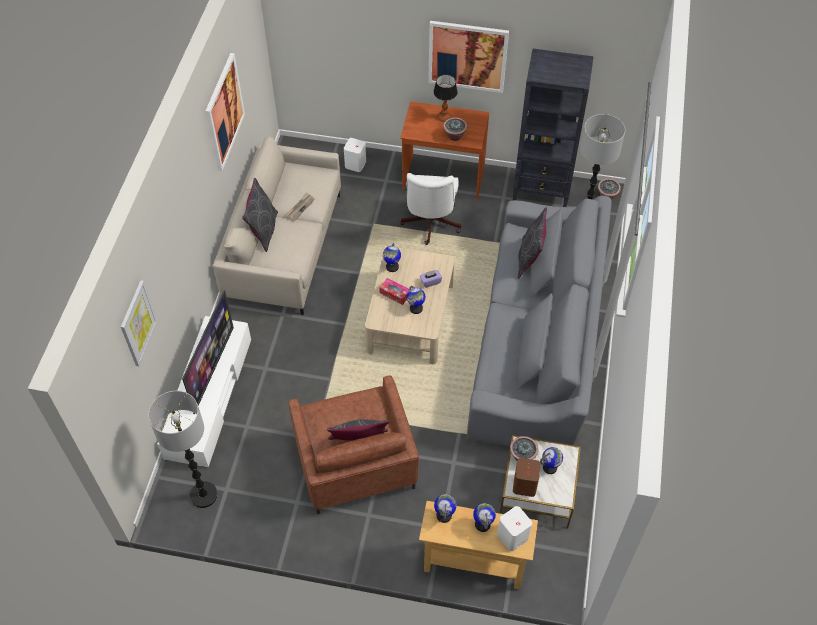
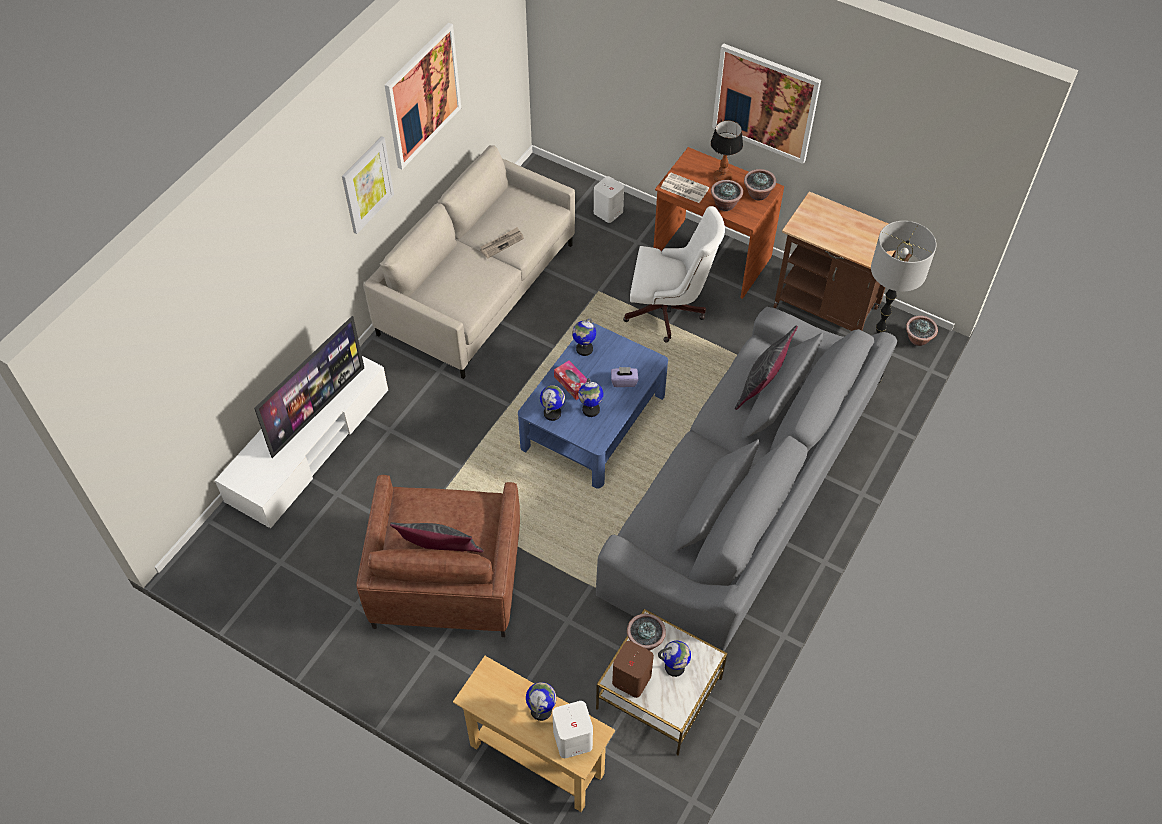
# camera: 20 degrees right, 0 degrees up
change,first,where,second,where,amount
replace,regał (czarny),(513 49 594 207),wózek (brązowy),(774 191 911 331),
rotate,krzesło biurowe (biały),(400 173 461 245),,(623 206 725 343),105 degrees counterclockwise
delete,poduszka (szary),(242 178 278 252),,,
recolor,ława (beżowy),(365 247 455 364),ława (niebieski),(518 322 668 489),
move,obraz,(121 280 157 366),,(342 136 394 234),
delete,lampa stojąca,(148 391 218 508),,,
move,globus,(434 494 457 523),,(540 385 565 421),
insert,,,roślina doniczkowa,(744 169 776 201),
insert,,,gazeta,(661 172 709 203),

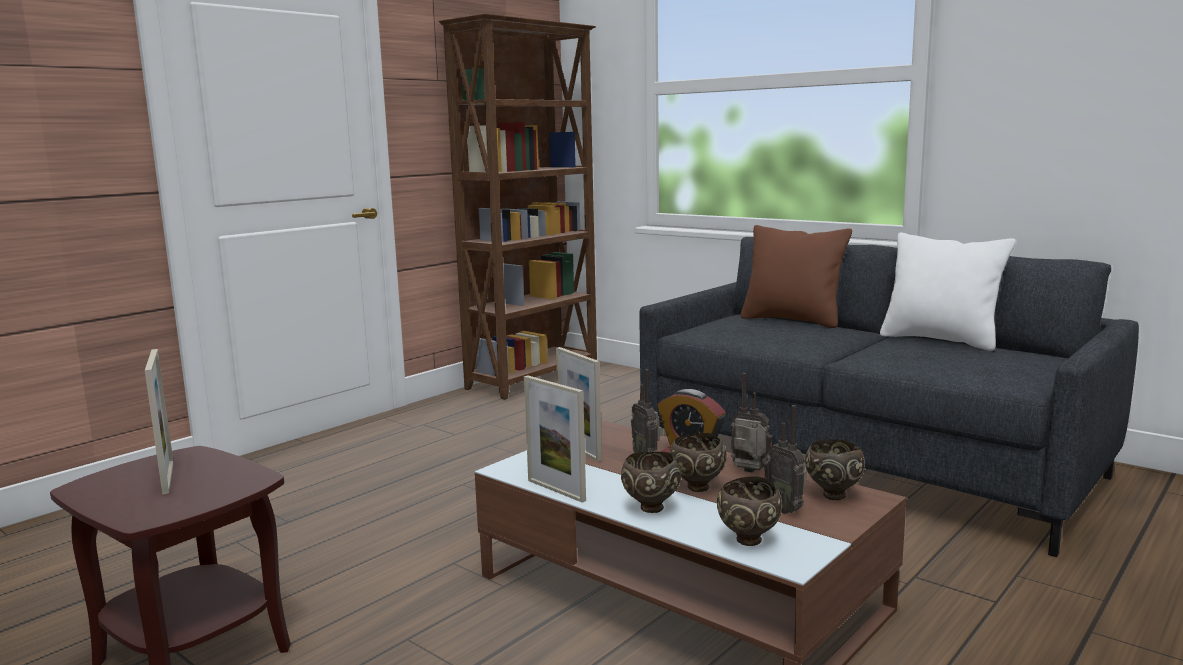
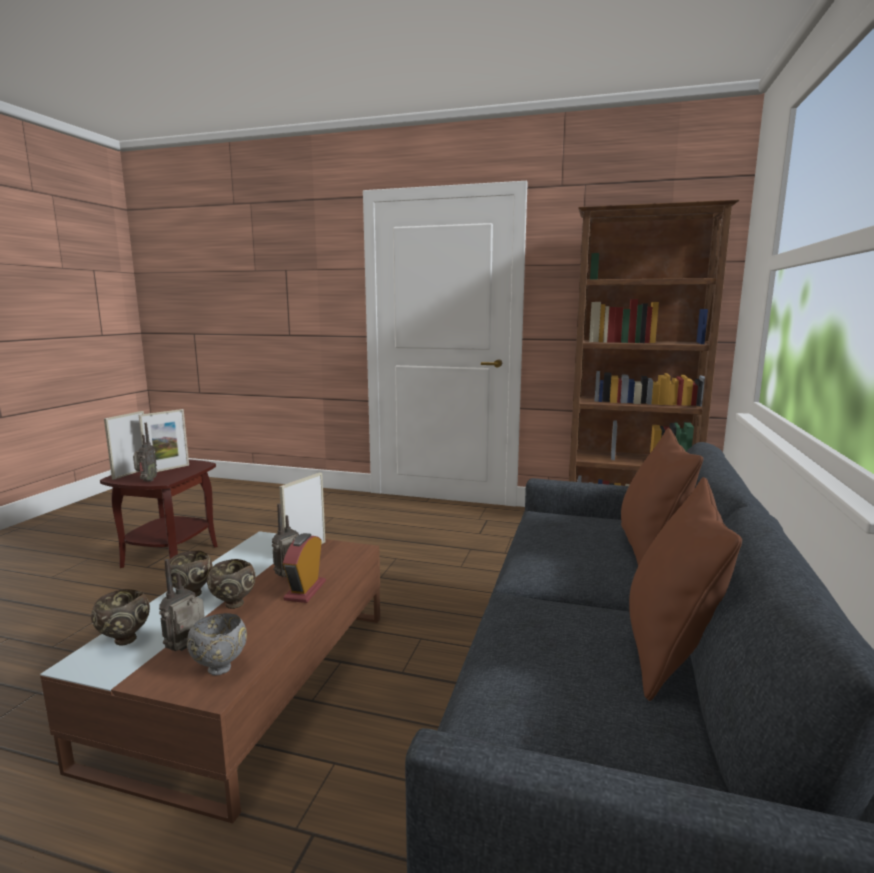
# camera: 65 degrees right, 0 degrees up
change,first,where,second,where,amount
recolor,poduszka (biały),(880 233 1016 351),poduszka (brązowy),(629 477 742 701),
move,radio,(731 373 774 472),,(133 423 157 482),
move,ramka na zdjęcie,(524 375 586 503),,(104 411 144 480),
recolor,miska (brązowy),(805 439 865 500),miska (szary),(187 613 247 676),

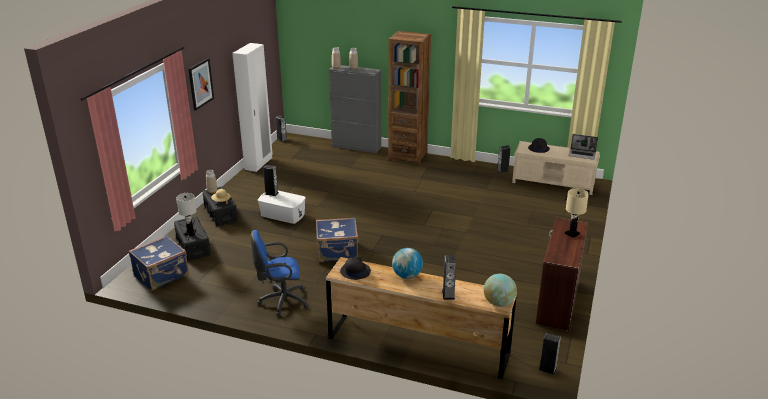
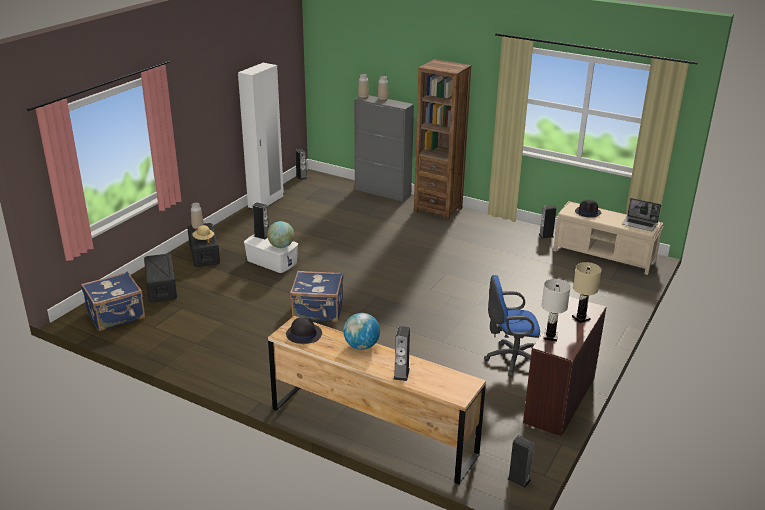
# camera: 10 degrees right, 0 degrees up
change,first,where,second,where,amount
delete,obraz,(188 58 214 111),,,
move,lampa stołowa (biały),(176 193 197 236),,(541 279 571 341),
move,krzesło biurowe (niebieski),(250 230 309 316),,(484 275 540 377),
move,globus,(484 274 517 307),,(267 221 294 248),

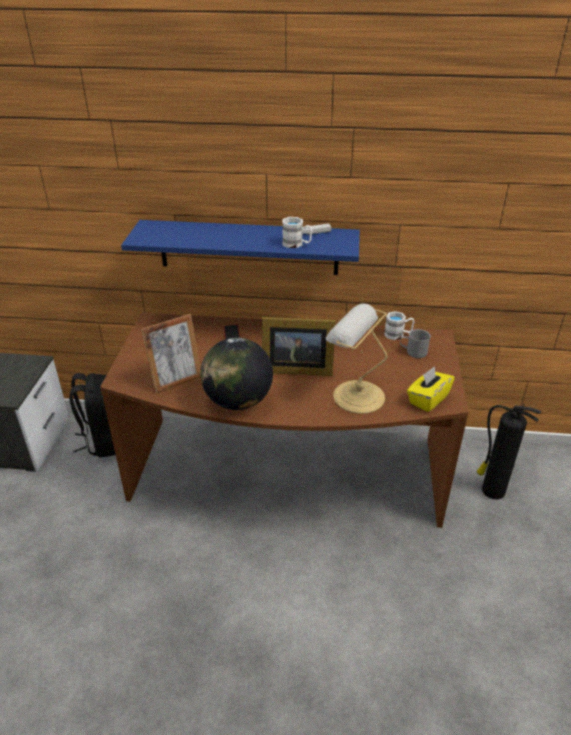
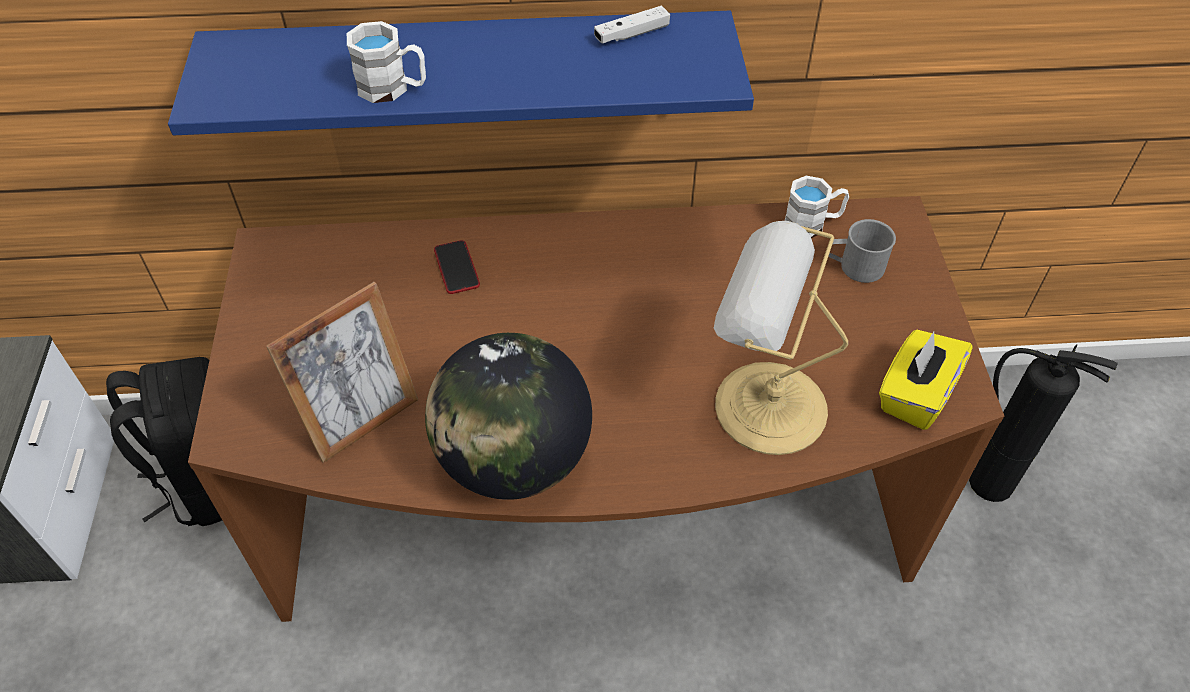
# camera: 10 degrees left, 15 degrees up
change,first,where,second,where,amount
move,kubek (biały),(282 217 312 248),,(347 21 426 103),
delete,ramka na zdjęcie,(262 317 336 376),,,

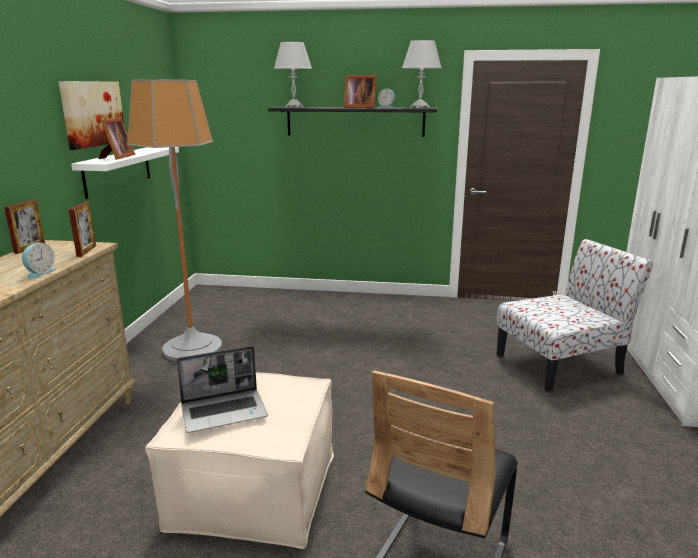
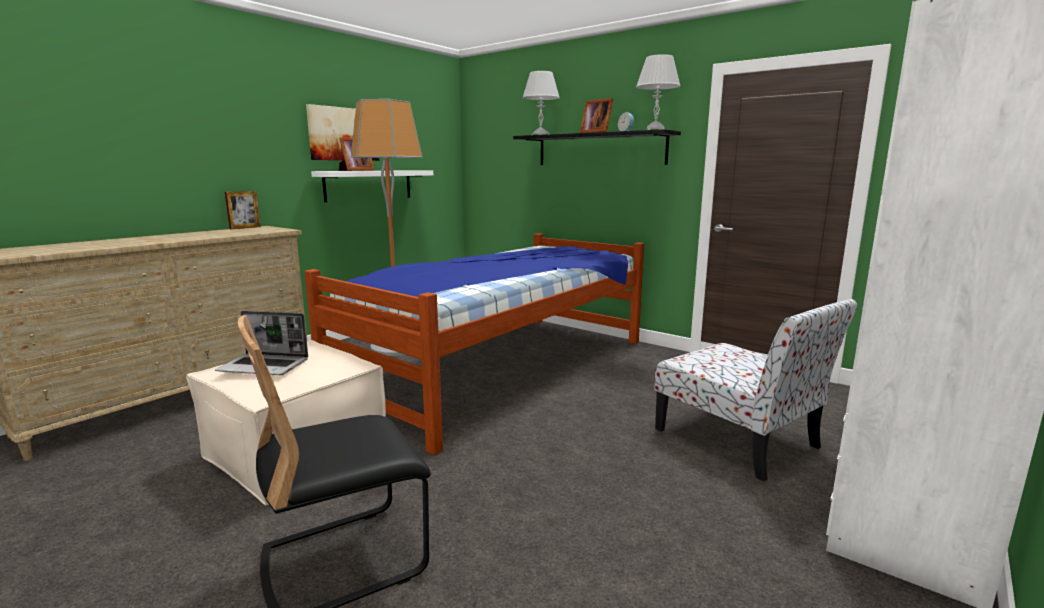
# camera: 30 degrees right, 5 degrees down
change,first,where,second,where,amount
delete,ramka na zdjęcie,(69 202 96 257),,,
rotate,krzesło,(497 239 653 392),,(655 299 857 481),45 degrees clockwise
delete,budzik,(22 243 57 279),,,
insert,,,łóżko,(304 233 644 455),

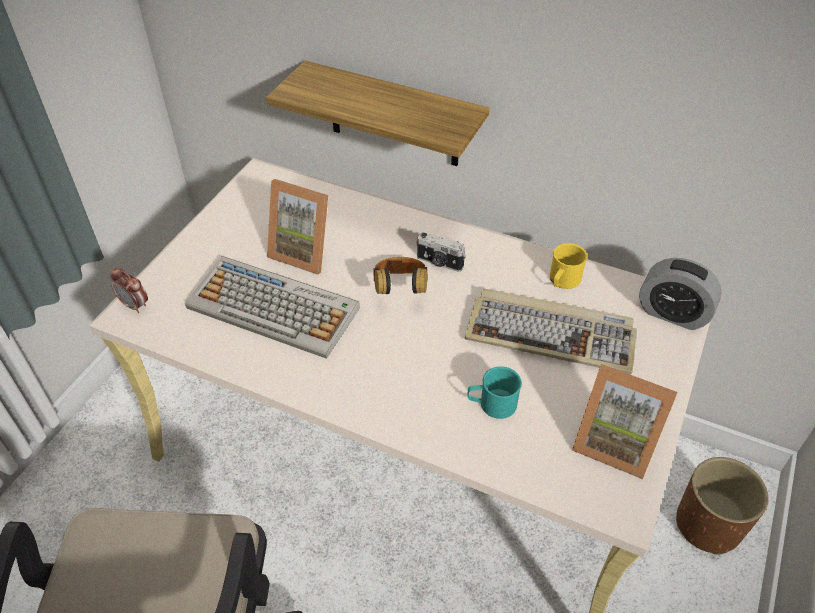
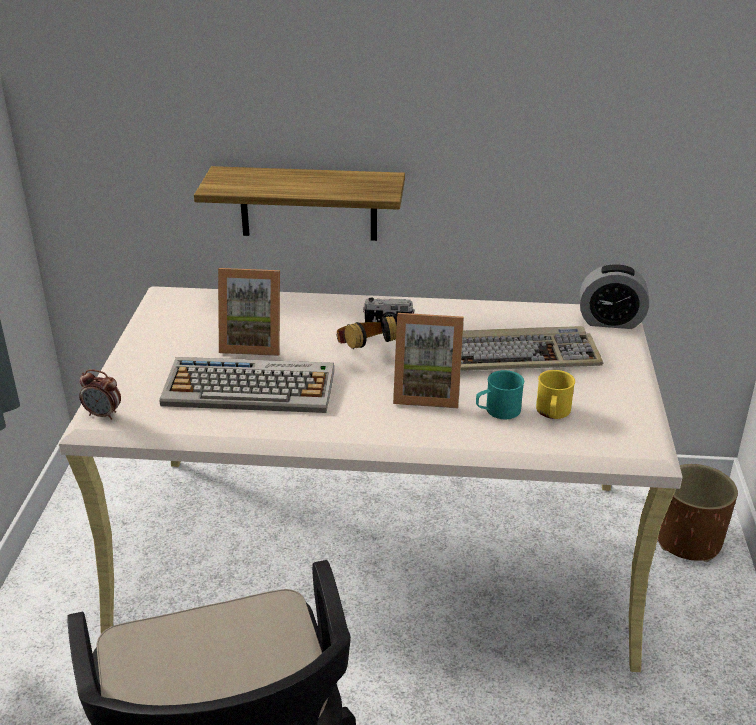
# camera: 20 degrees left, 15 degrees down
change,first,where,second,where,amount
move,kubek (żółty),(550 243 587 289),,(536 370 575 419),
move,ramka na zdjęcie,(572 364 677 479),,(393 313 464 408),

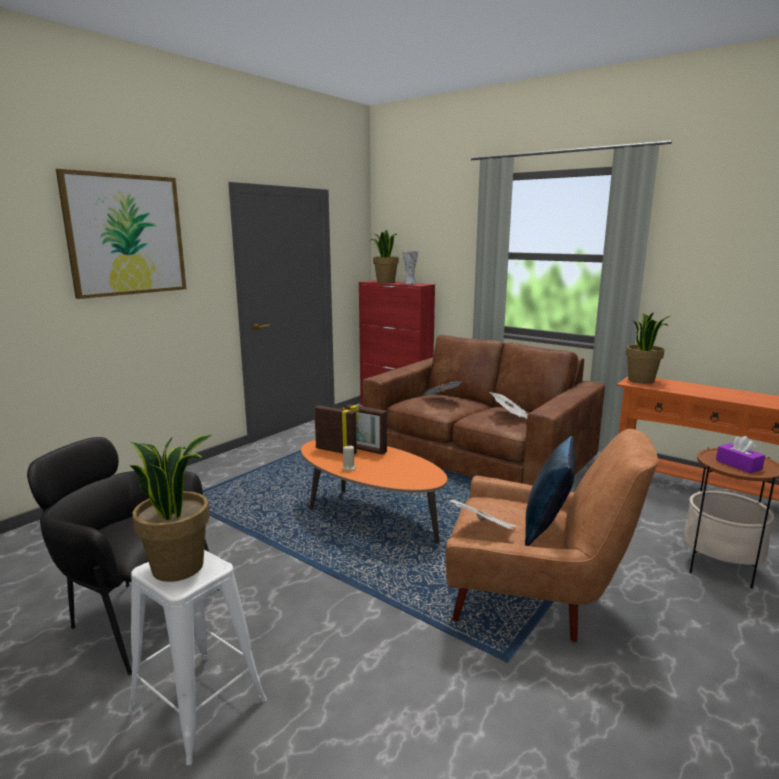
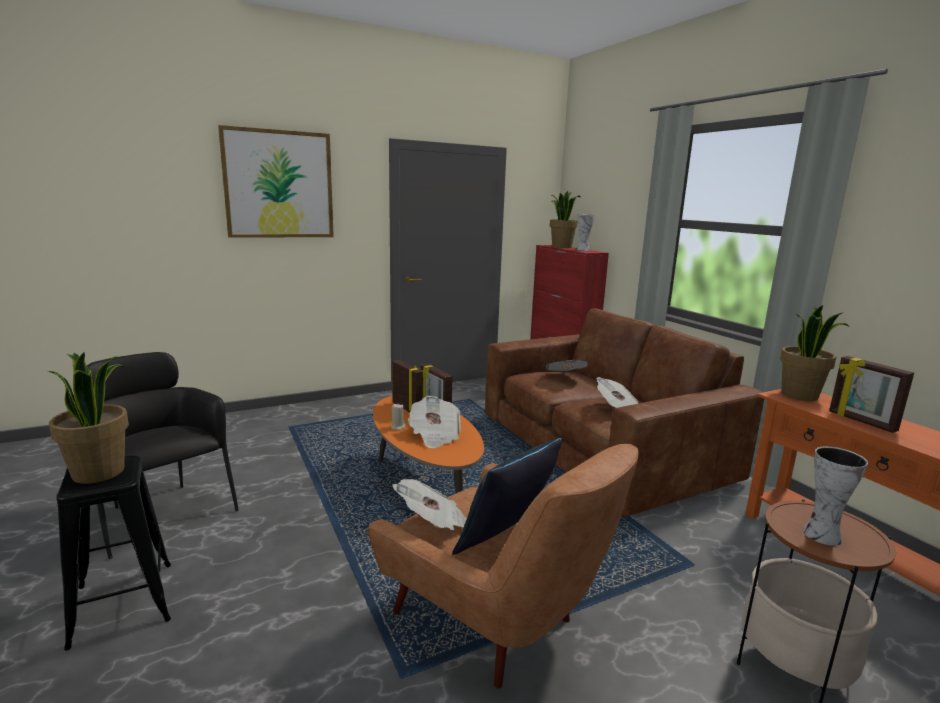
# camera: 25 degrees right, 0 degrees up
change,first,where,second,where,amount
replace,pudełko chusteczek (fioletowy),(716 436 765 473),wazon,(803 446 868 546),
recolor,stołek (biały),(128 550 267 765),stołek (czarny),(56 455 171 651),
insert,,,ramka na zdjęcie,(829 356 914 433),
insert,,,gazeta,(408 396 461 448),

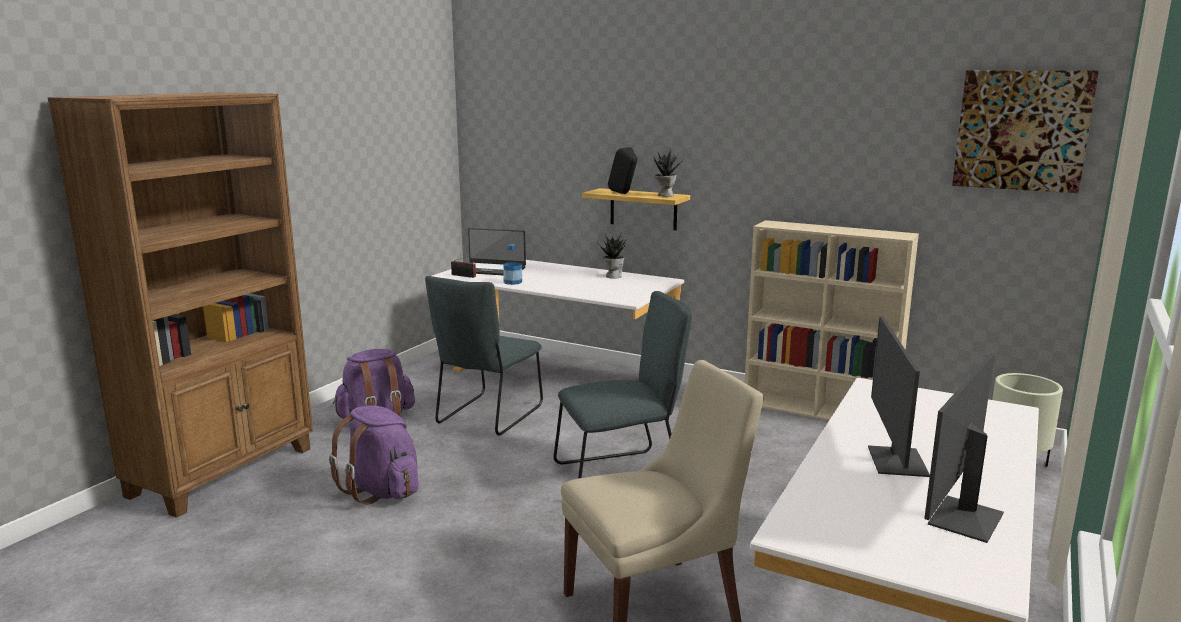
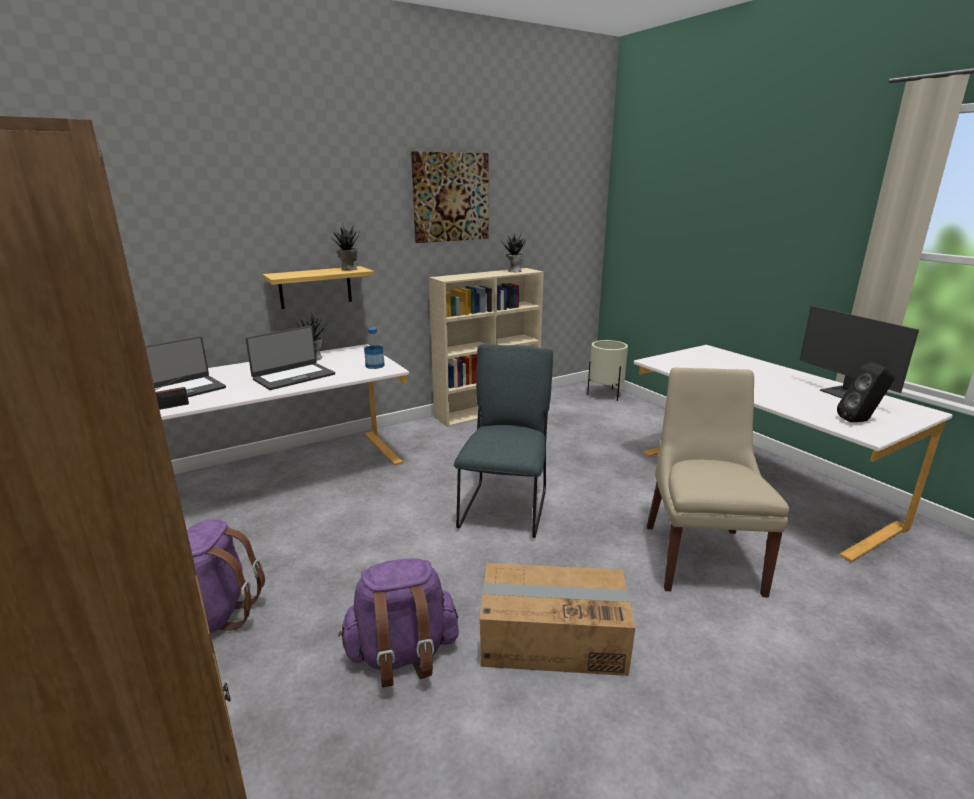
# camera: 60 degrees left, 5 degrees up
change,first,where,second,where,amount
move,obraz,(952 70 1099 193),,(411 151 489 243),
move,głośnik (czarny),(608 147 637 194),,(837 362 895 422),
move,butelka,(503 244 522 285),,(364 328 385 369),
delete,krzesło (szary),(425 276 543 436),,,
delete,monitor,(868 316 930 477),,,
insert,,,roślina doniczkowa,(501 232 526 272),
insert,,,laptop,(245 326 335 390),
insert,,,karton,(480 563 635 676),

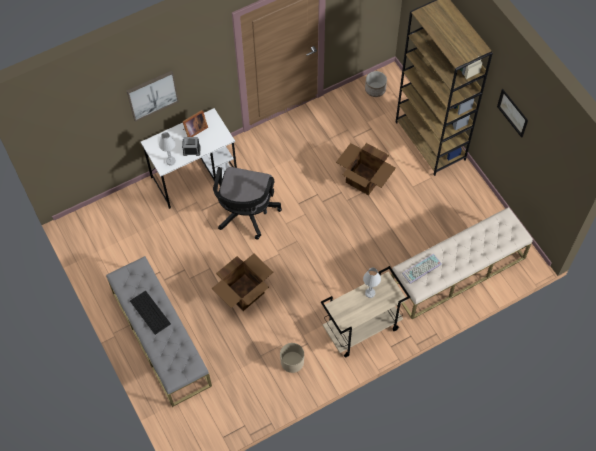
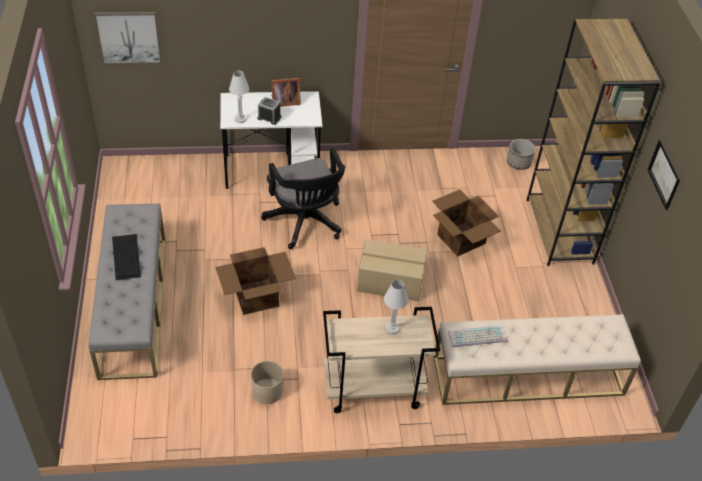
# camera: 20 degrees right, 15 degrees down
change,first,where,second,where,amount
move,obraz,(127 71 179 122),,(94 12 162 65),
rotate,krzesło biurowe (czarny),(213 167 282 240),,(261 148 345 249),60 degrees counterclockwise
insert,,,karton,(357 239 427 301),

